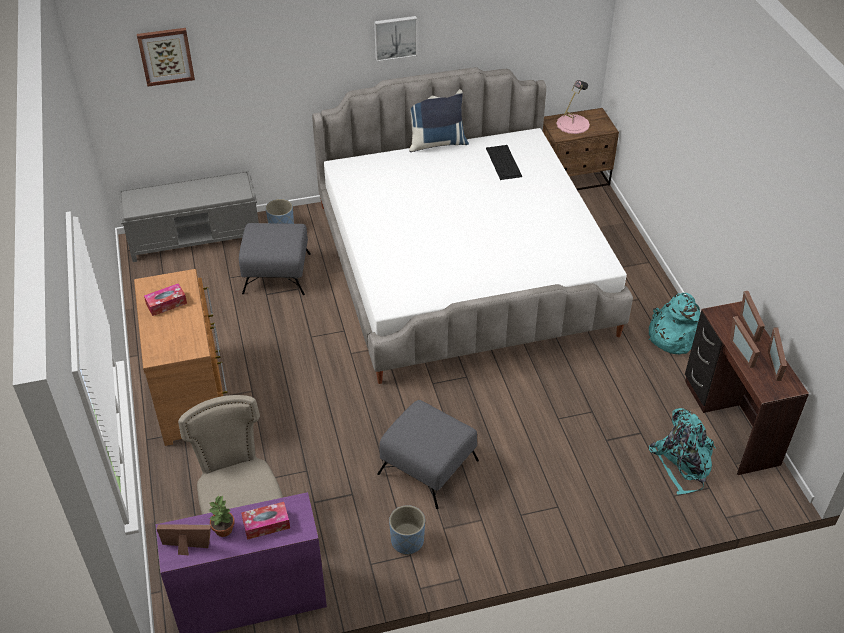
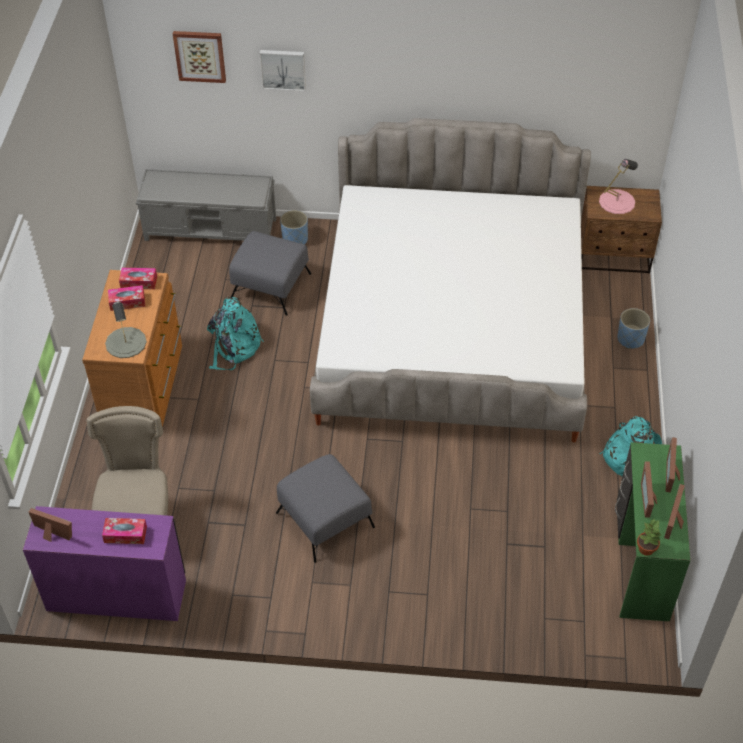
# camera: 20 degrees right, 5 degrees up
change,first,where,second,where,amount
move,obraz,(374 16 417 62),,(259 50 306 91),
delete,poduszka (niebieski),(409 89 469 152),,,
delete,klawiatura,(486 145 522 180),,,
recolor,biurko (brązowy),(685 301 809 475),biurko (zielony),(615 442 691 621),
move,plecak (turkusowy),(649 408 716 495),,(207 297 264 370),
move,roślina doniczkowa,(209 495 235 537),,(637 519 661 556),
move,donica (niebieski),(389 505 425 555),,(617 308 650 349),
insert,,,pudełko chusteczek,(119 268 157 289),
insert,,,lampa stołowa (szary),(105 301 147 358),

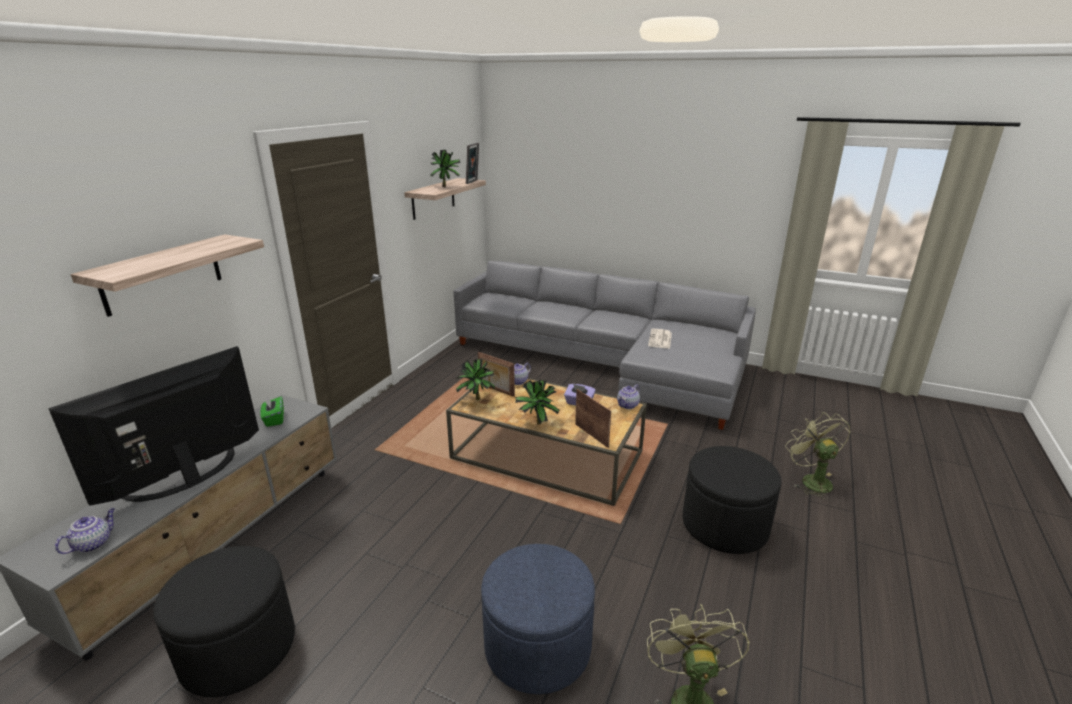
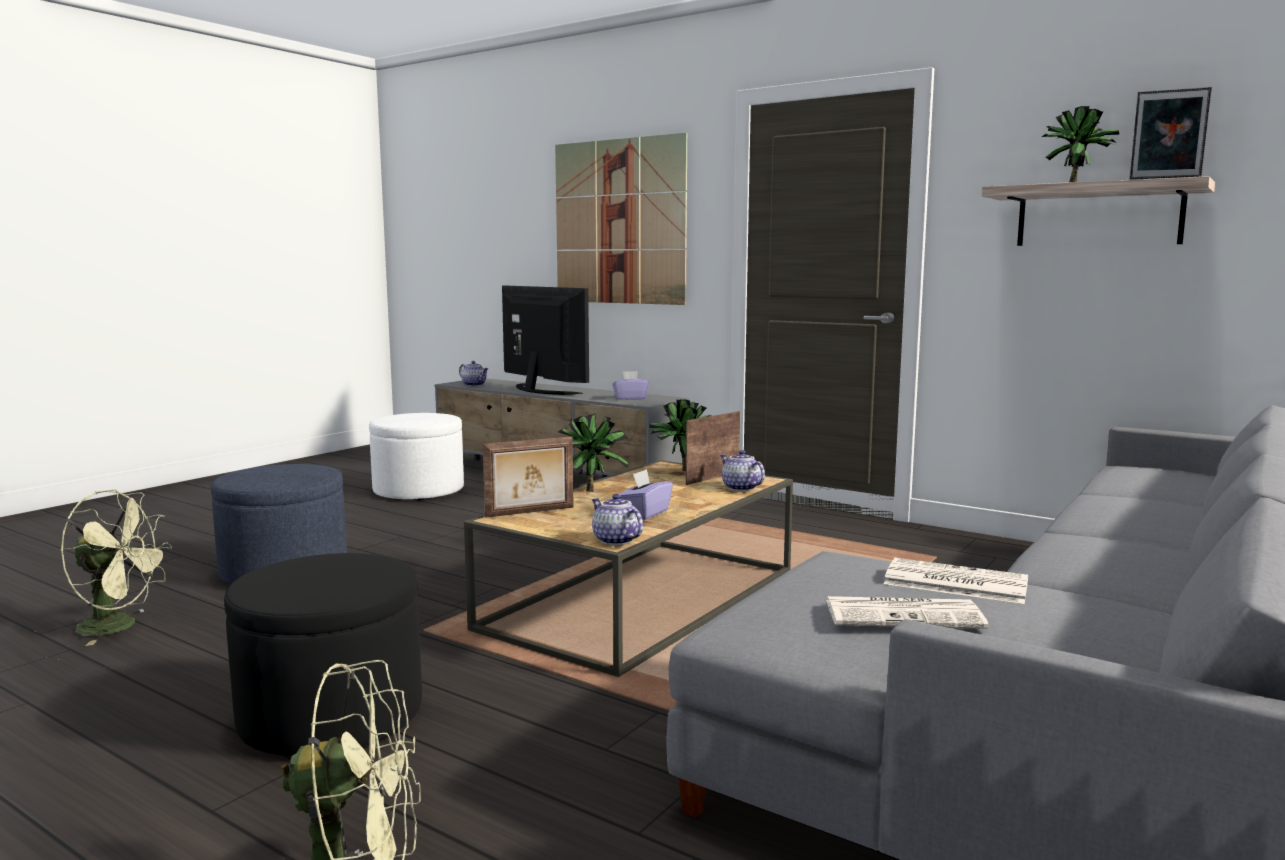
# camera: 100 degrees right, 15 degrees down
change,first,where,second,where,amount
replace,półka,(71 234 264 317),obraz,(555 133 687 305),
recolor,pudełko chusteczek (zielony),(260 396 284 427),pudełko chusteczek (fioletowy),(612 371 650 400),
recolor,pufa (czarny),(153 546 295 697),pufa (biały),(369 413 464 500),
insert,,,gazeta,(826 596 989 629),

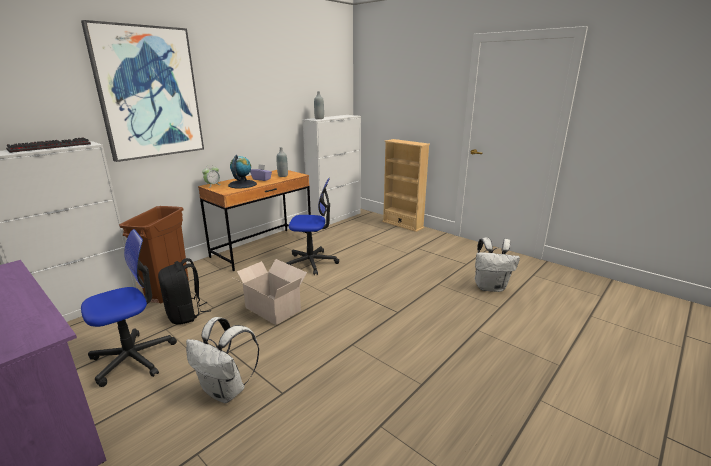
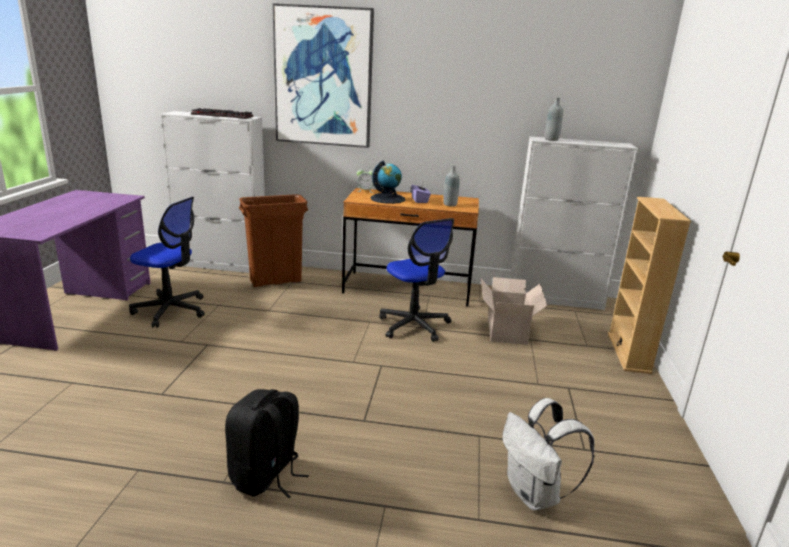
# camera: 55 degrees right, 0 degrees up
change,first,where,second,where,amount
move,plecak (czarny),(158 258 211 325),,(225 389 309 498),
move,karton,(233 259 307 325),,(481 277 548 345),
delete,plecak (biały),(186 317 259 403),,,

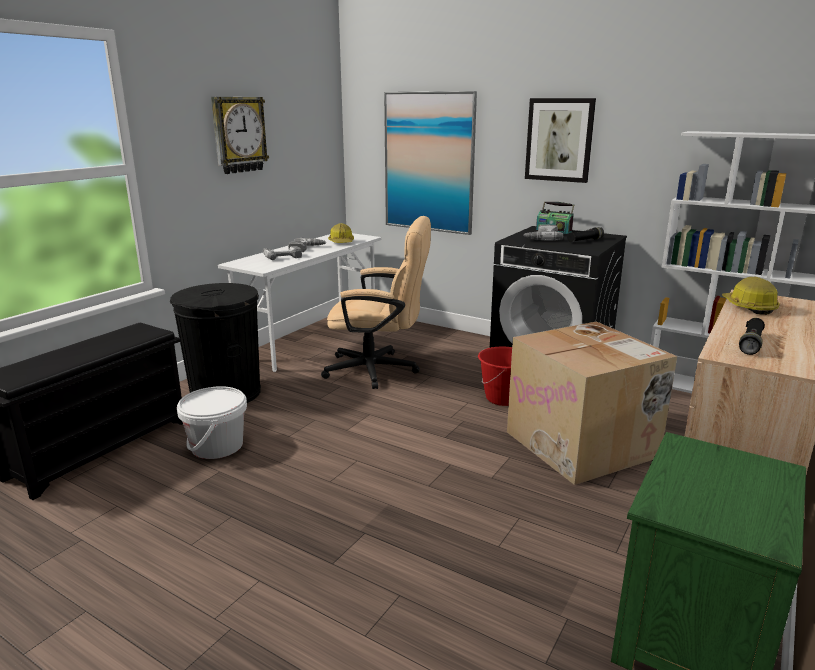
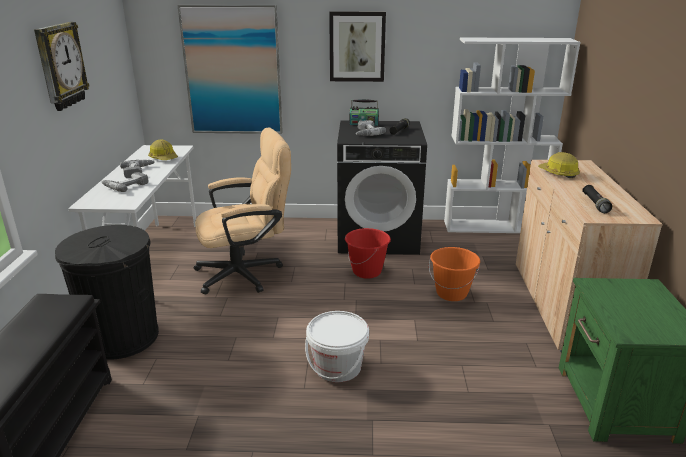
# camera: 30 degrees left, 5 degrees up
change,first,where,second,where,amount
replace,karton,(507 321 677 485),wiadro (pomarańczowy),(429 247 480 301),
move,wiadro (biały),(177 386 247 459),,(305 311 369 382),

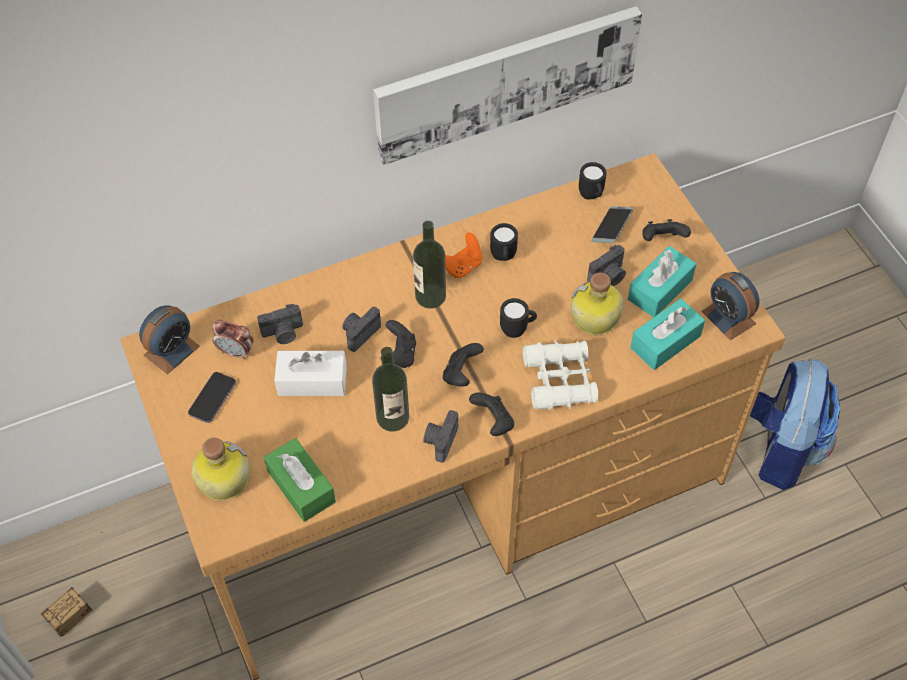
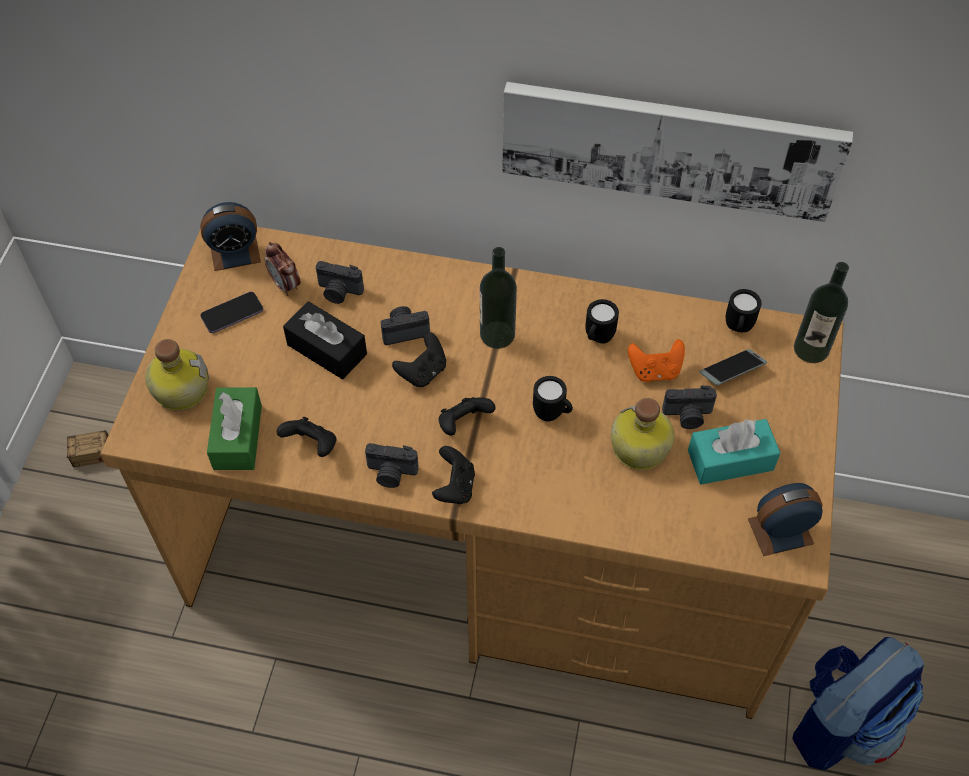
# camera: 35 degrees right, 0 degrees up
change,first,where,second,where,amount
move,pad do gier (czarny),(642 219 691 241),,(277 417 337 457),
move,pad do gier (pomarańczowy),(445 232 482 278),,(628 339 685 382),
rotate,budzik,(702 272 760 340),,(748 483 823 556),75 degrees clockwise
delete,pudełko chusteczek (turkusowy),(630 298 705 370),,,
delete,lornetka (biały),(523 340 598 410),,,
move,butelka,(372 347 409 432),,(794 262 849 363),
recolor,pudełko chusteczek (biały),(274 351 347 396),pudełko chusteczek (czarny),(283 301 367 379),
rotate,aparat fotograficzny,(423 410 458 463),,(365 443 419 488),135 degrees counterclockwise

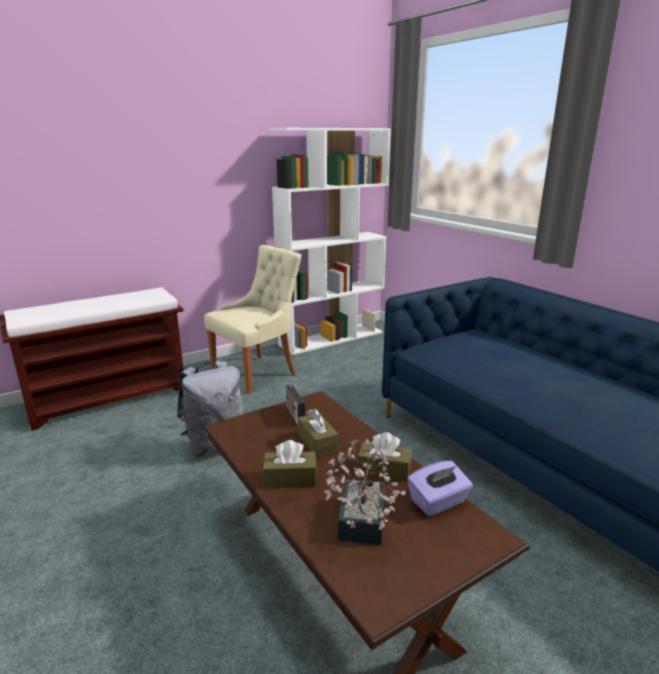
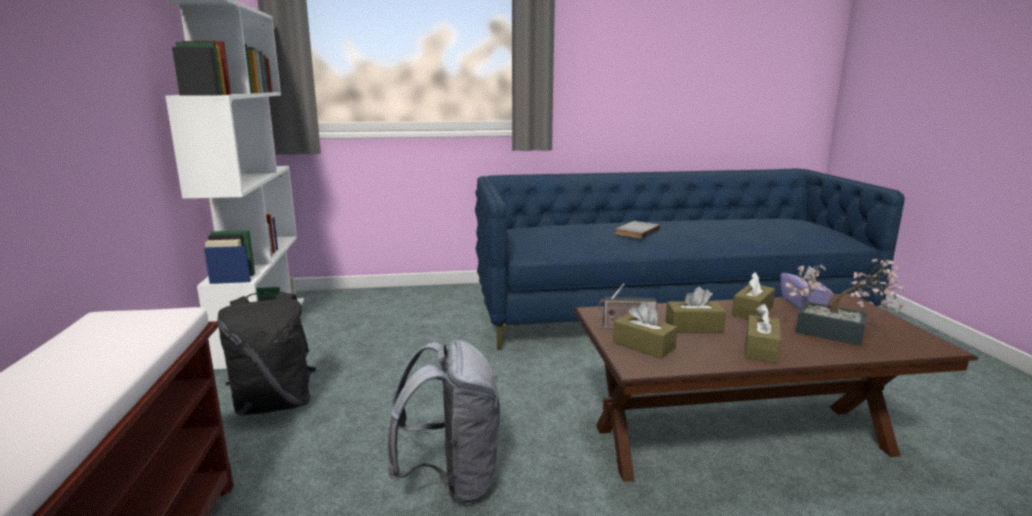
# camera: 65 degrees left, 5 degrees down
change,first,where,second,where,amount
replace,krzesło (beżowy),(204 245 302 394),plecak (czarny),(217 292 316 416),
insert,,,książka (szary),(615 221 660 238),
insert,,,pudełko chusteczek (brązowy),(613 302 678 359),

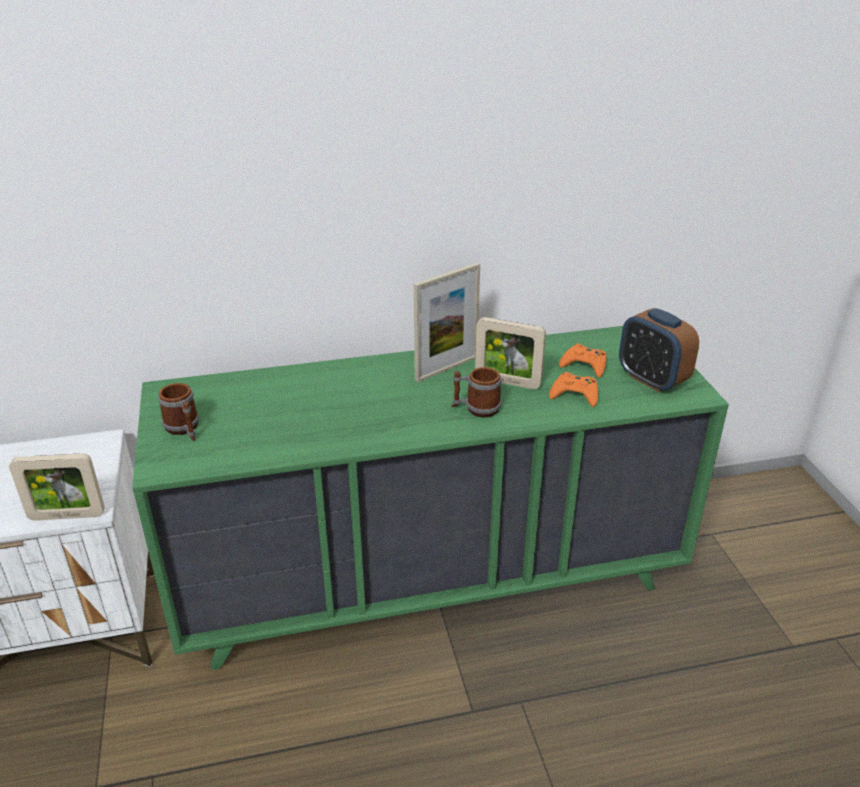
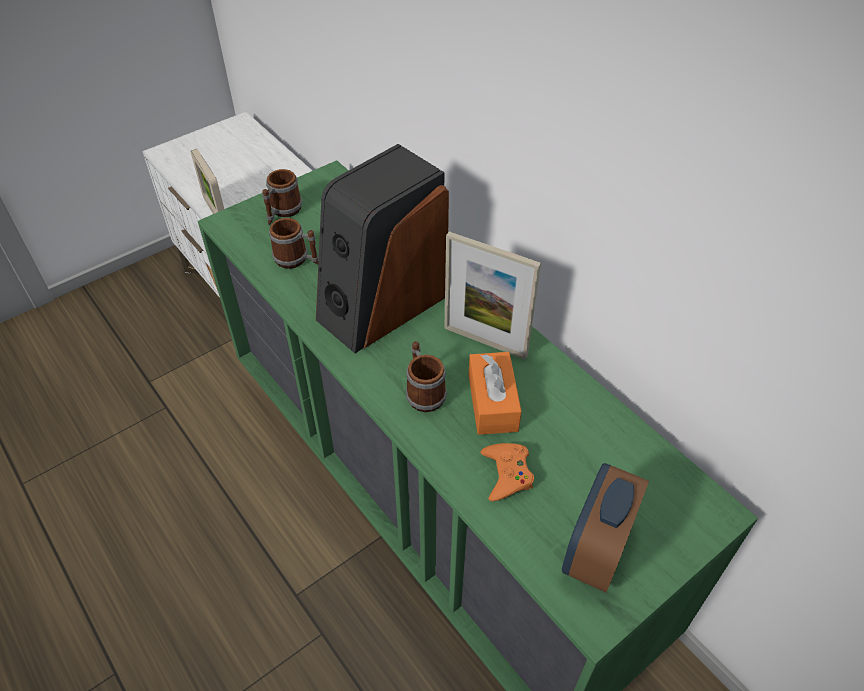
# camera: 65 degrees right, 15 degrees up
change,first,where,second,where,amount
replace,ramka na zdjęcie,(475 317 546 389),pudełko chusteczek (pomarańczowy),(468 352 522 435),
delete,pad do gier (pomarańczowy),(559 343 606 378),,,
insert,,,głośnik,(316 144 449 353),
insert,,,kubek,(269 218 318 269),

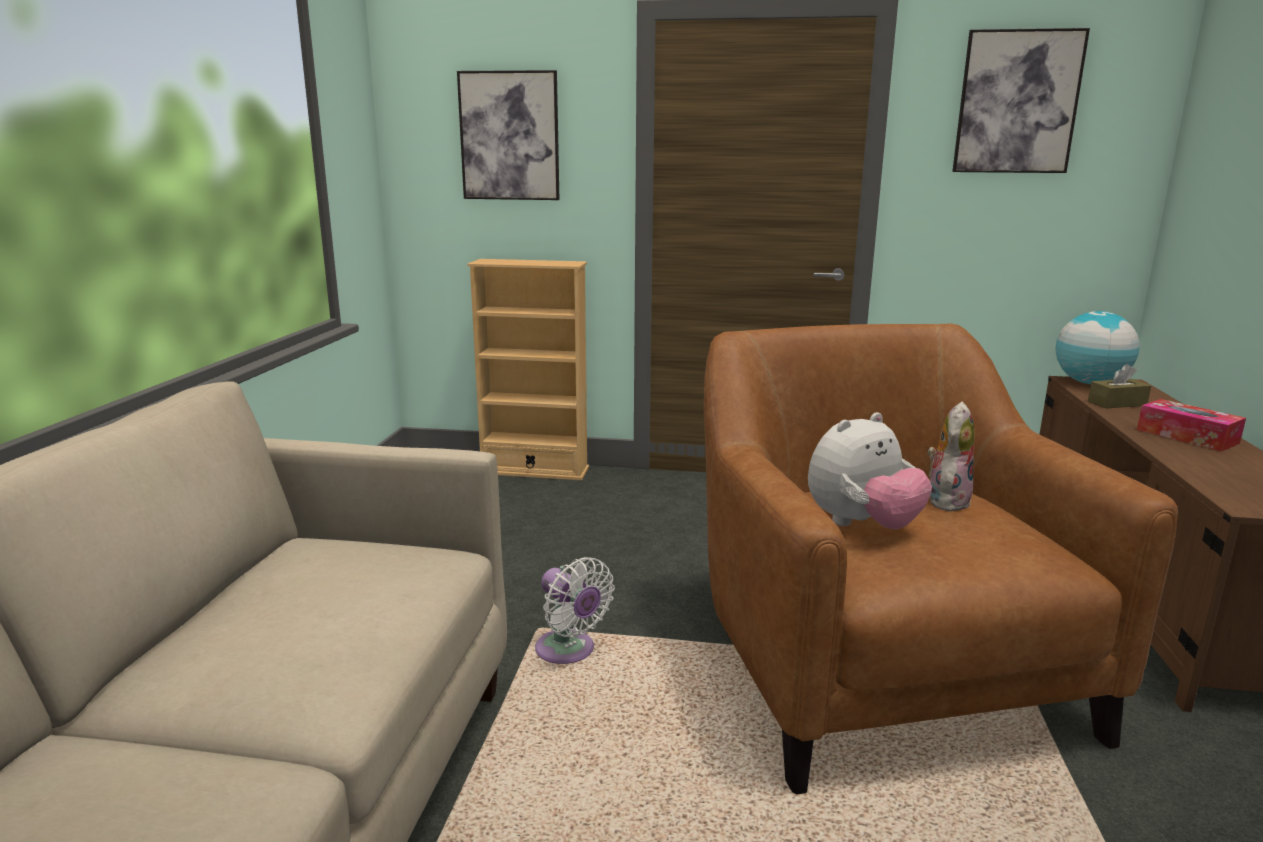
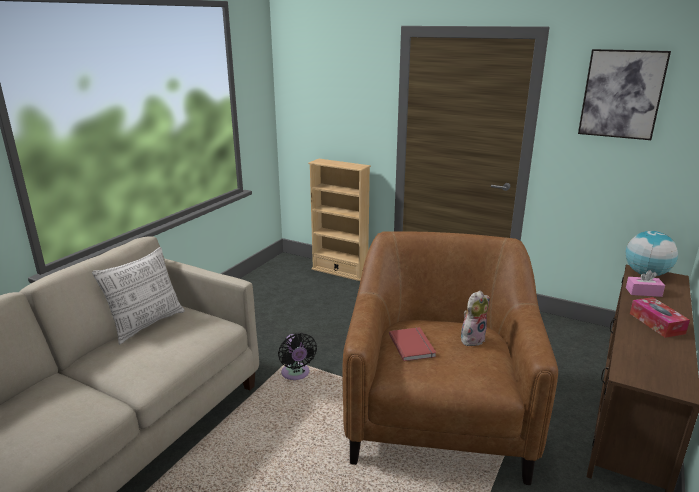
# camera: 20 degrees right, 5 degrees up
change,first,where,second,where,amount
delete,obraz,(457 70 559 200),,,
recolor,pudełko chusteczek (brązowy),(1088 364 1151 408),pudełko chusteczek (różowy),(626 270 665 297),
replace,pluszak,(808 412 932 529),książka (czerwony),(389 327 436 361),
recolor,wentylator (biały),(535 557 615 664),wentylator (czarny),(278 333 317 380),
insert,,,poduszka,(92 247 185 344),

